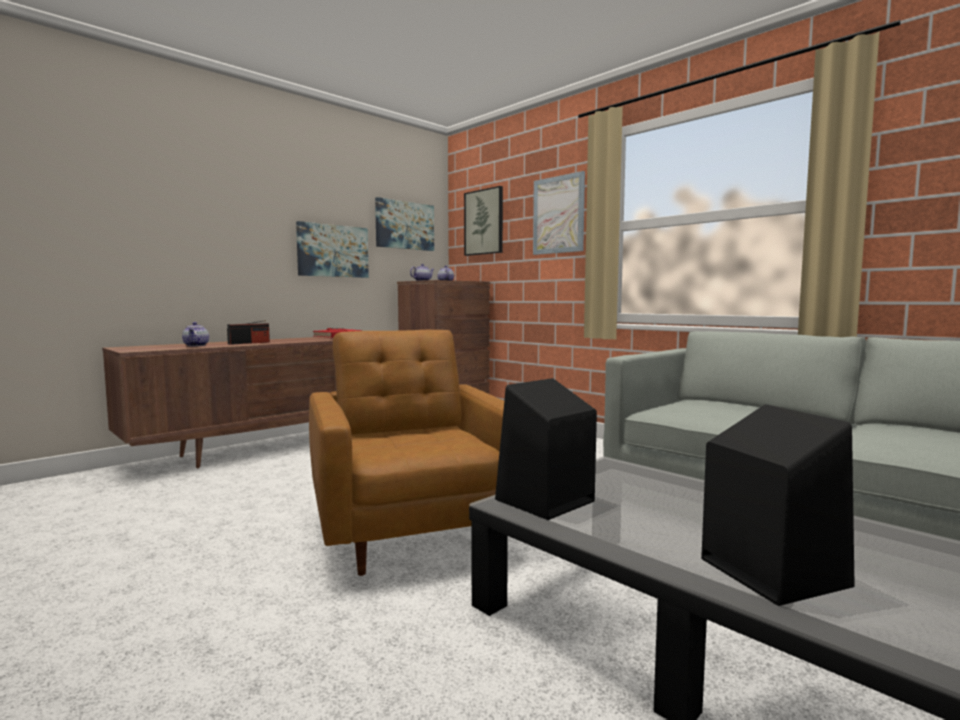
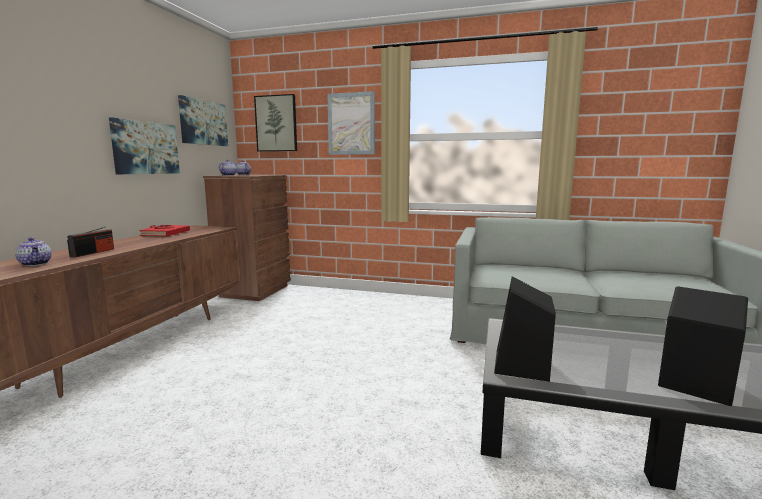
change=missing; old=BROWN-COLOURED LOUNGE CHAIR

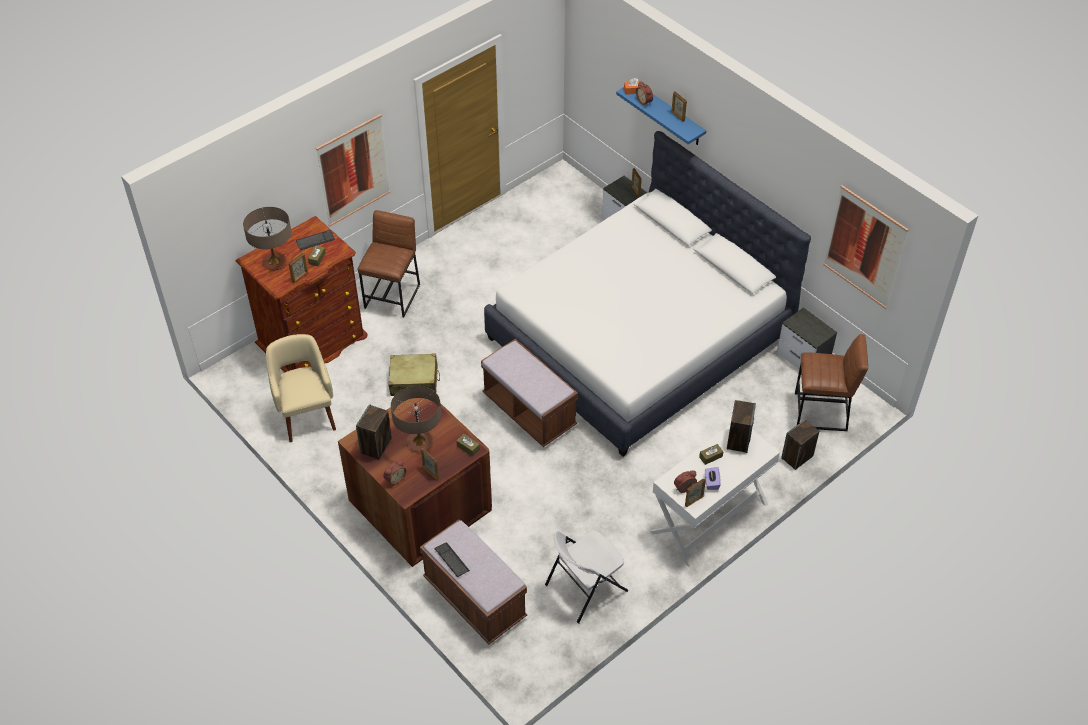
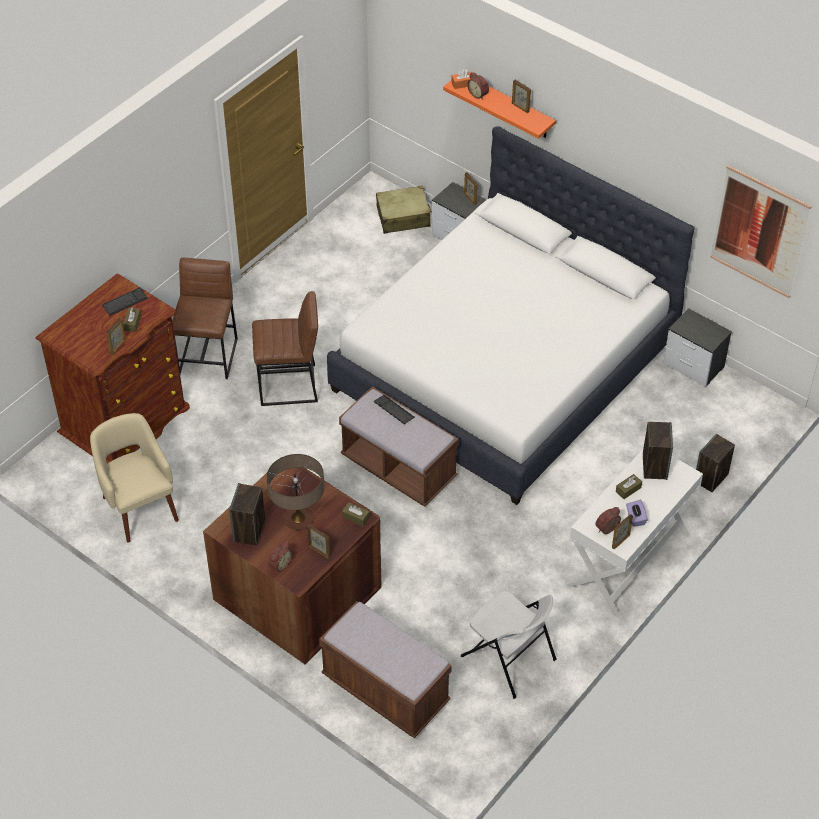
change=relocated; old=BROWN-COLOURED UPRIGHT CHAIR (no. 2 from left)
change=relocated; old=KEYBOARD (no. 2 from left)
change=relocated; old=BEIGE PIECE OF LUGGAGE
change=colour; old=BLUISH BRACKET SHELF; new=ORANGE-COLOURED BRACKET SHELF
change=spun; old=WHITE-COLOURED UPRIGHT CHAIR; degrees=-90
change=missing; old=TABLE LAMP (no. 1 from left)
change=missing; old=PICTURE (no. 1 from left)

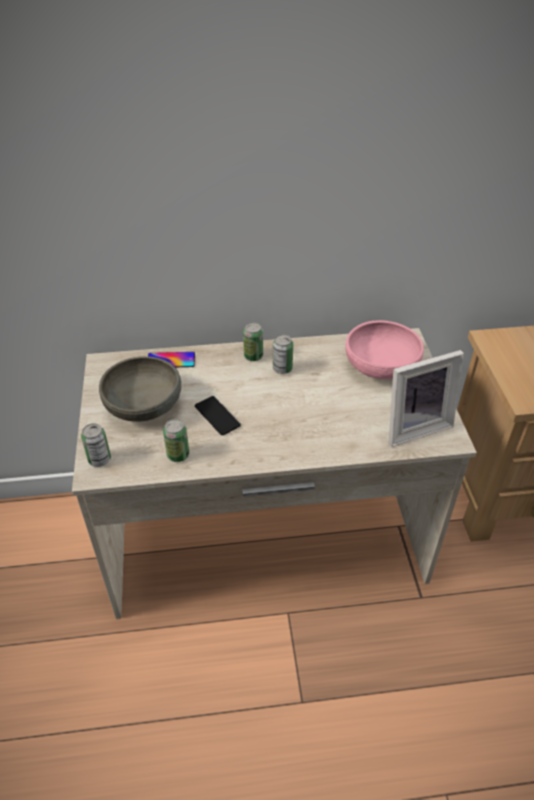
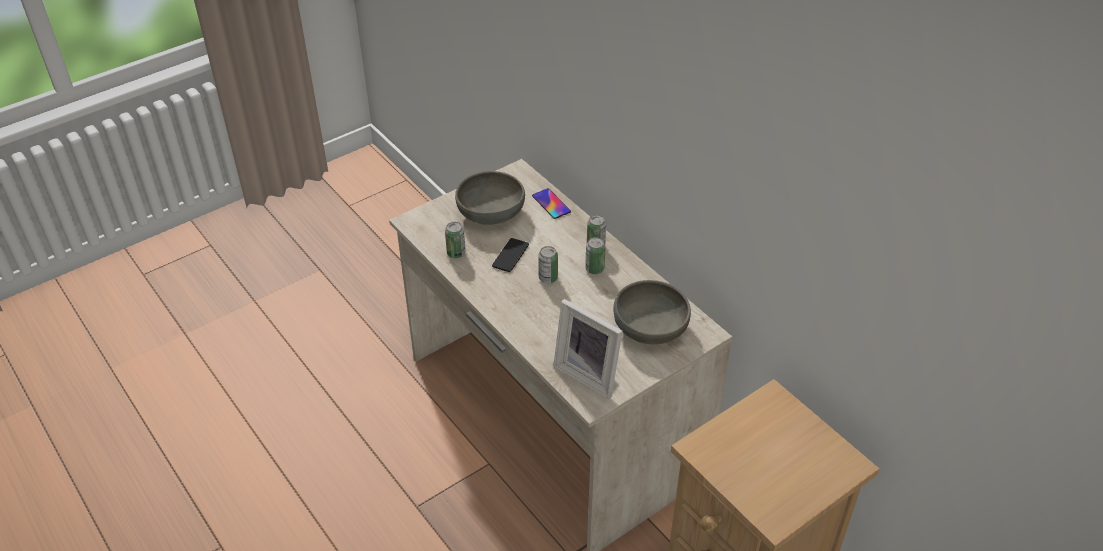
change=relocated; old=METAL CAN (no. 1 from left in the first image); new=METAL CAN (no. 2 from left)
change=colour; old=PINKISH BOWL; new=GRAY BOWL (no. 2 from left)

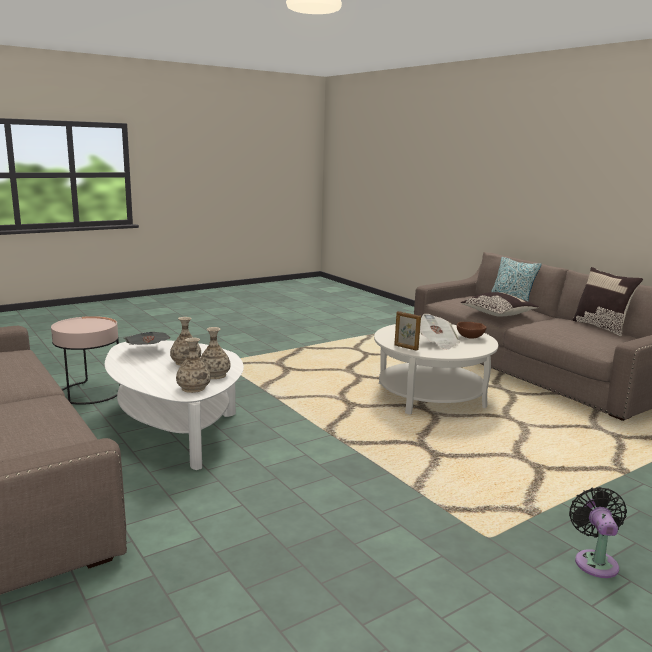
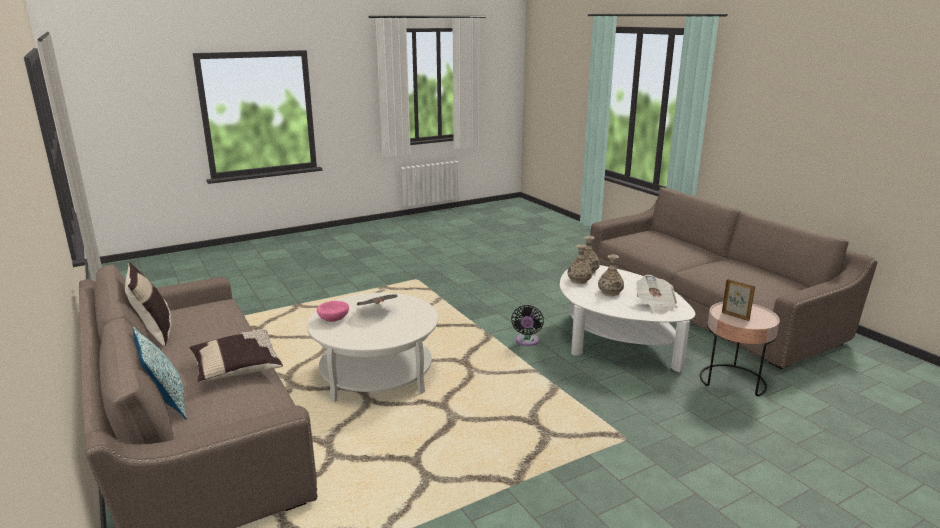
change=colour; old=BROWN-COLOURED BOWL; new=PINKISH BOWL
change=relocated; old=BLACK COOLING FAN
change=relocated; old=PICTURE FRAME

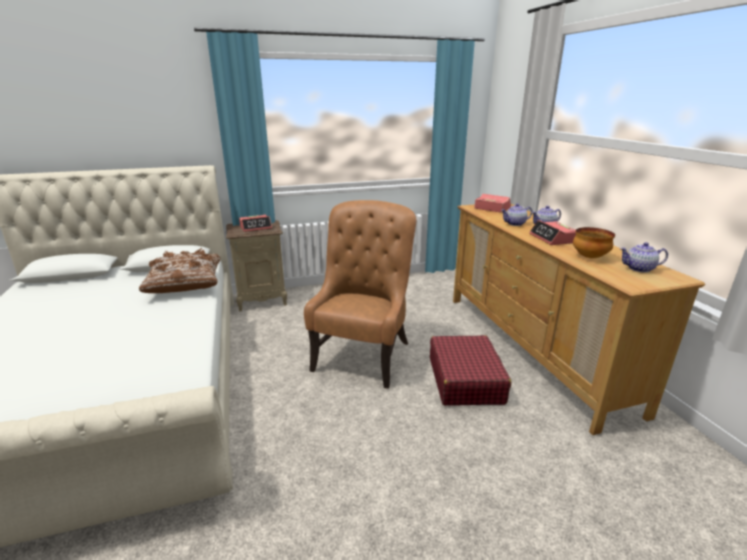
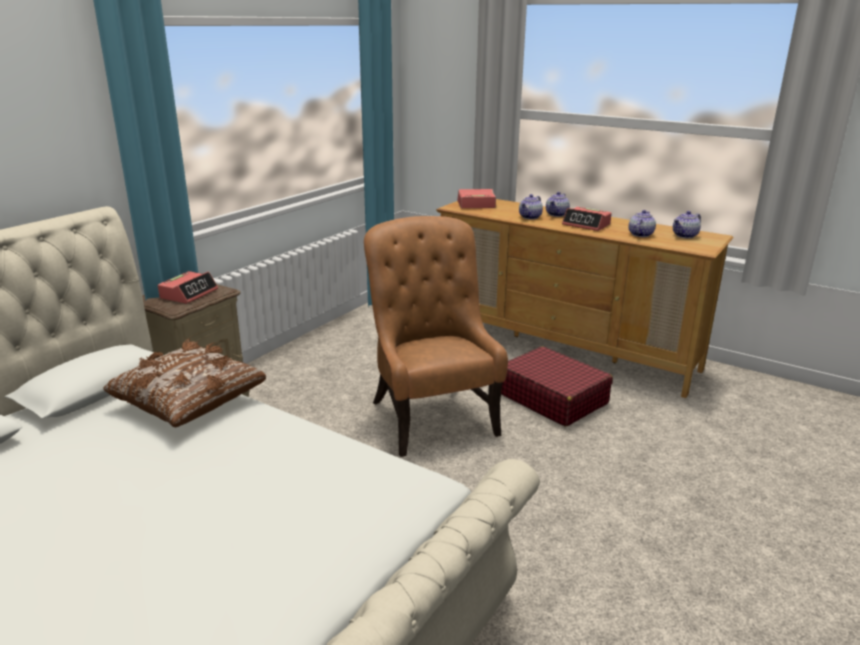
change=exchanged; old=BOWL; new=POT FOR TEA (no. 3 from left)

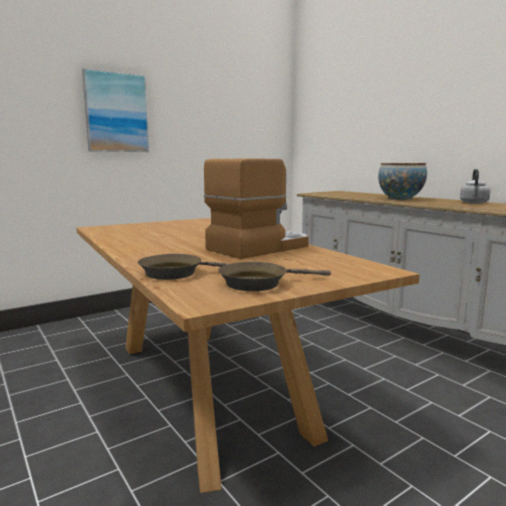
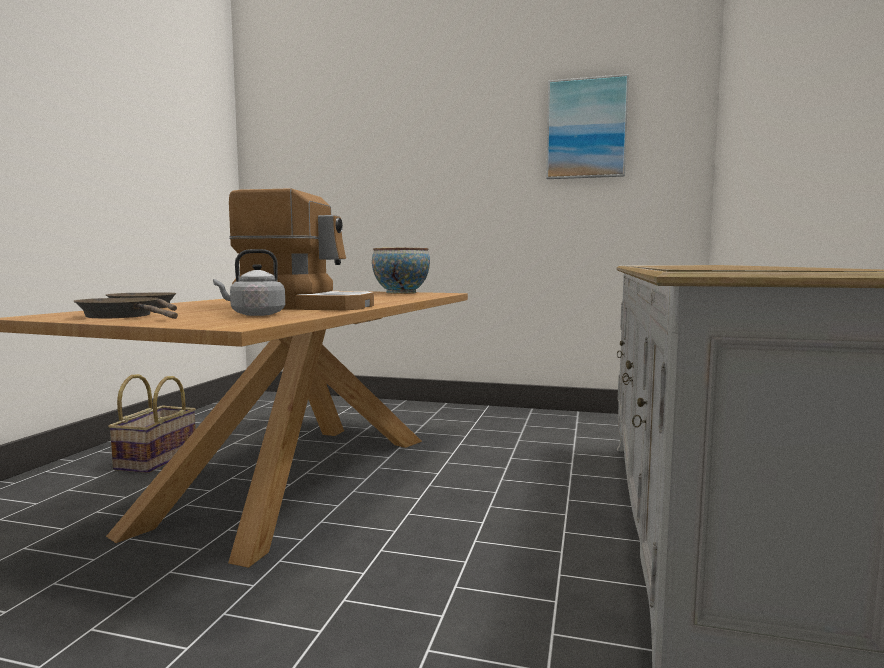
change=appeared; new=BASKET
change=relocated; old=GRAY KETTLE
change=relocated; old=BOWL
change=relocated; old=PICTURE

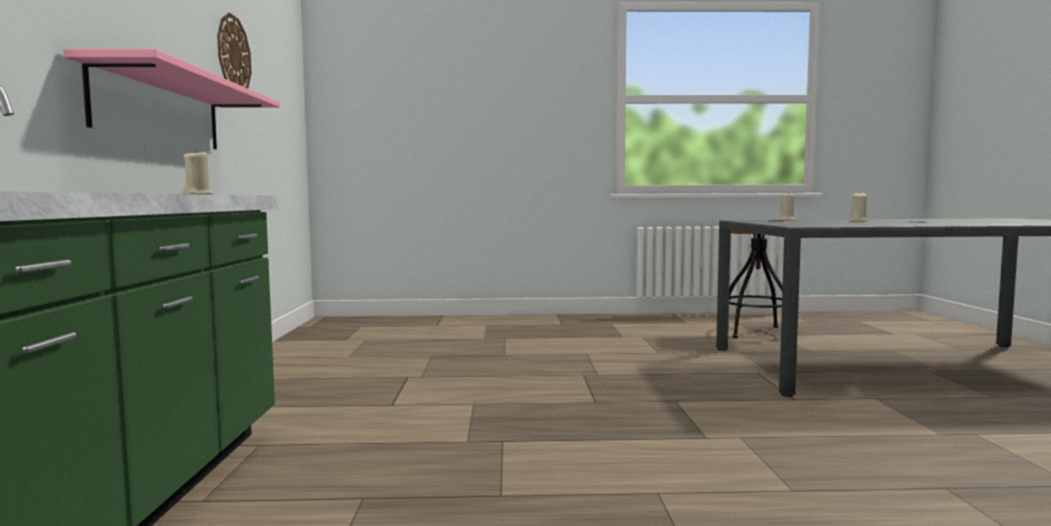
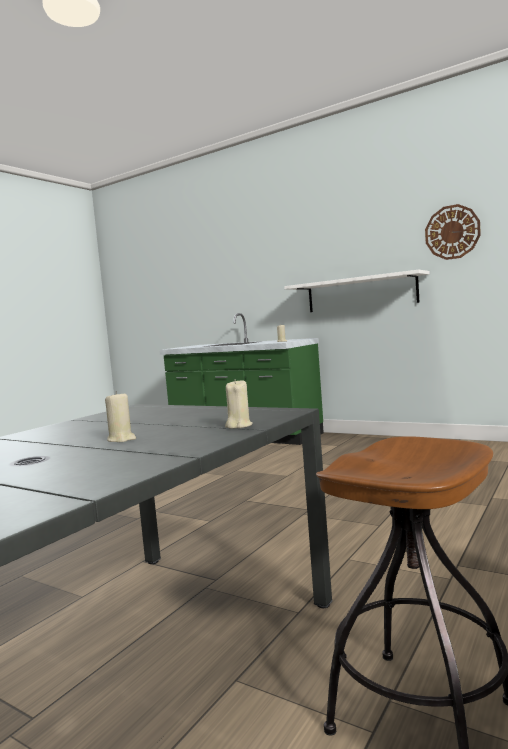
change=colour; old=PINKISH BRACKET SHELF; new=WHITE-COLOURED BRACKET SHELF

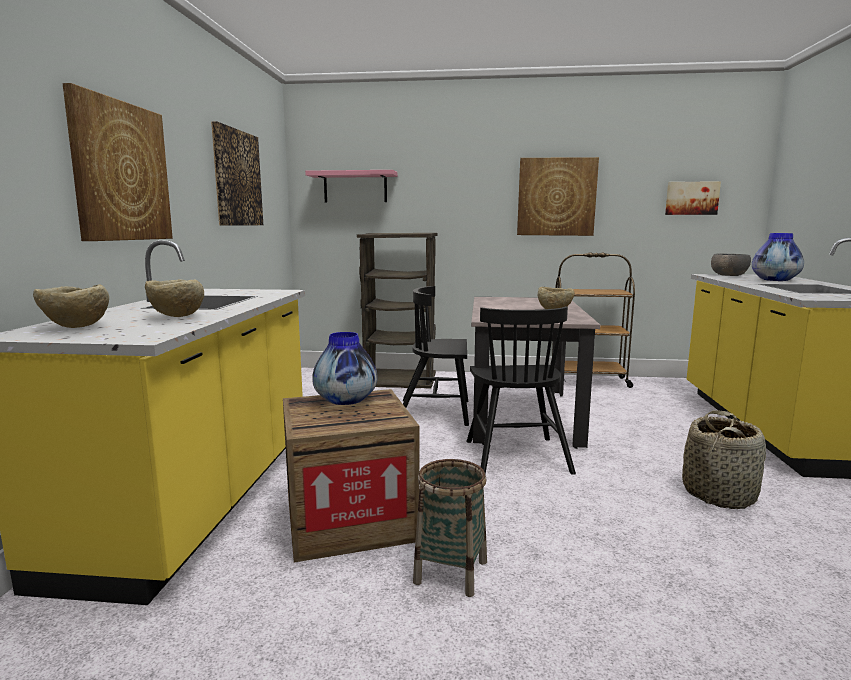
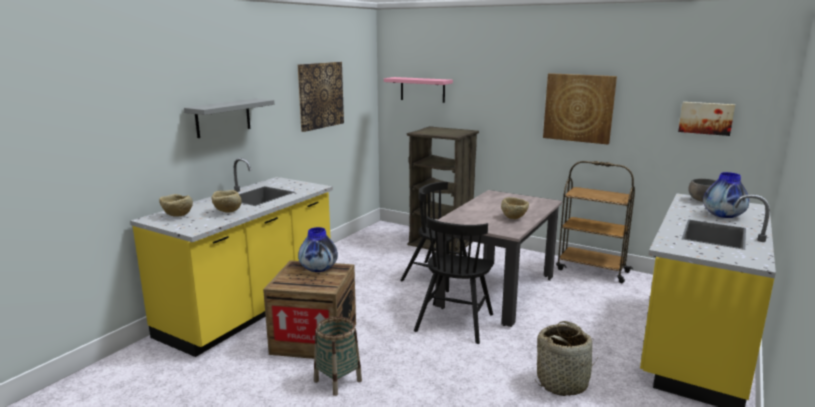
change=exchanged; old=PICTURE (no. 1 from left); new=GRAY BRACKET SHELF

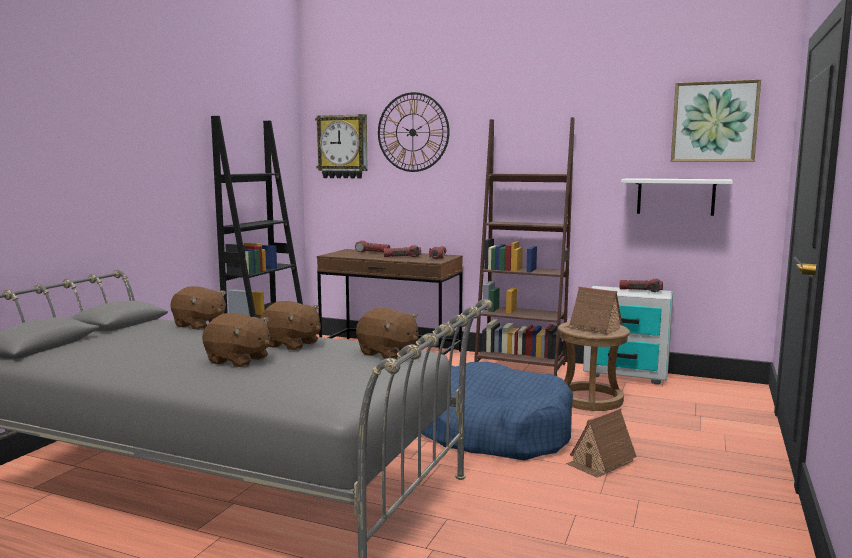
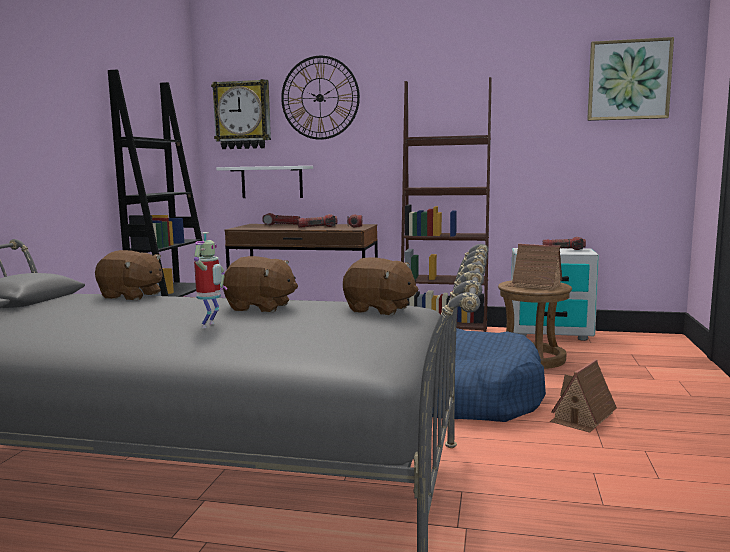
change=exchanged; old=BROWN-COLOURED SOFT TOY (no. 2 from left); new=TOY ROBOT
change=relocated; old=WHITE-COLOURED BRACKET SHELF

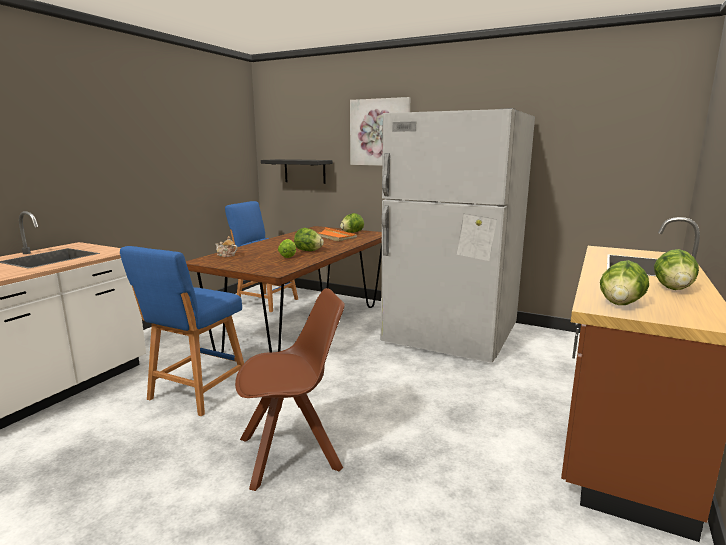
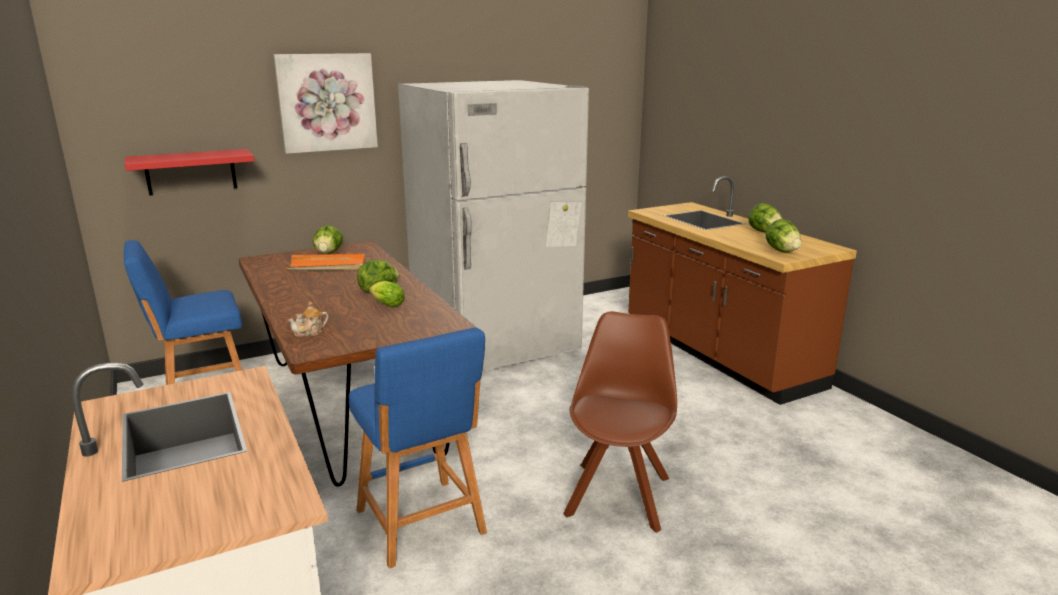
change=colour; old=BLACK BRACKET SHELF; new=RED BRACKET SHELF

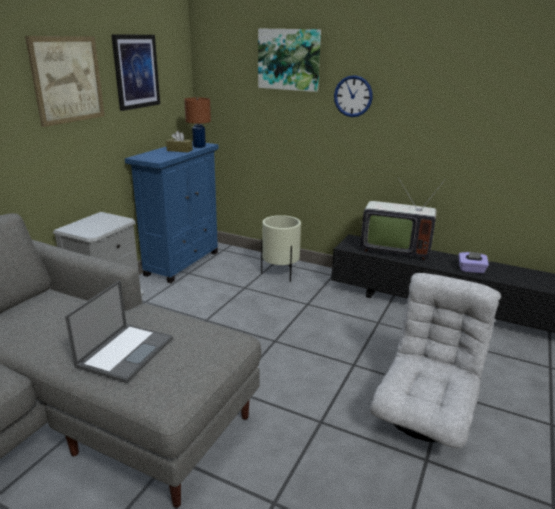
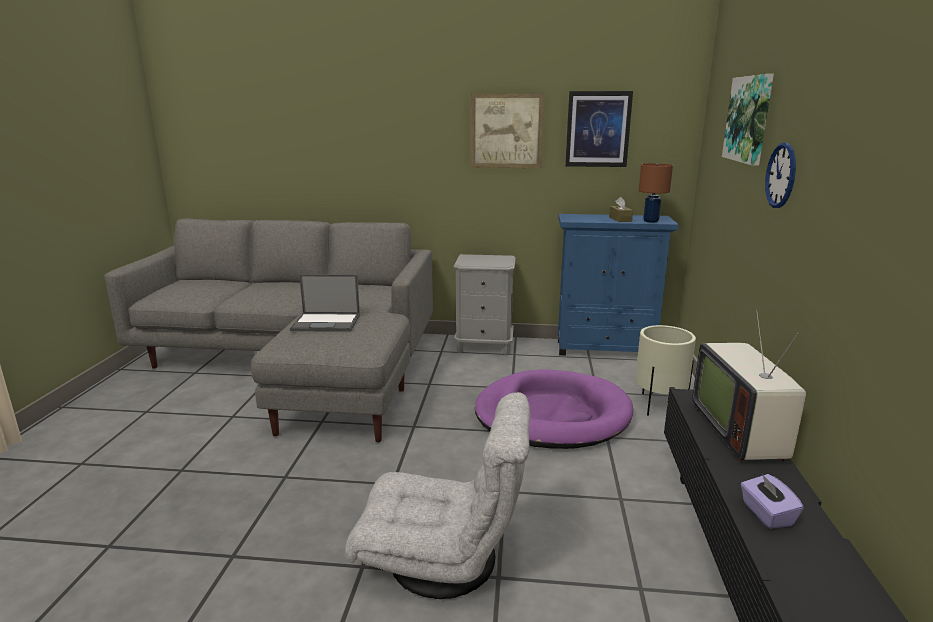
change=appeared; new=PURPLE-COLOURED DOG CUSHION

